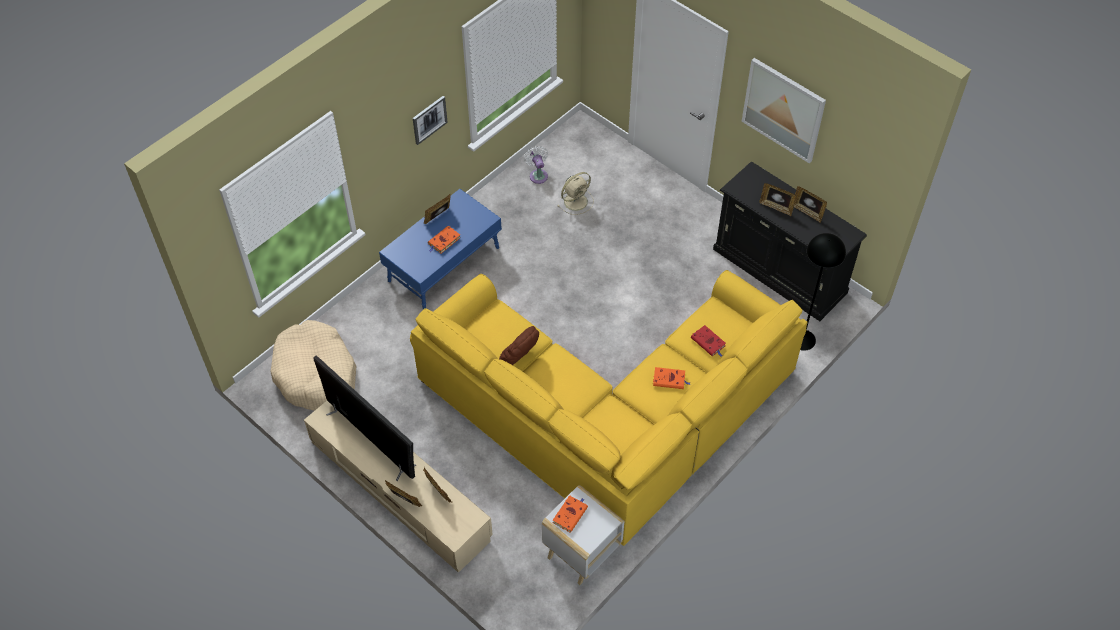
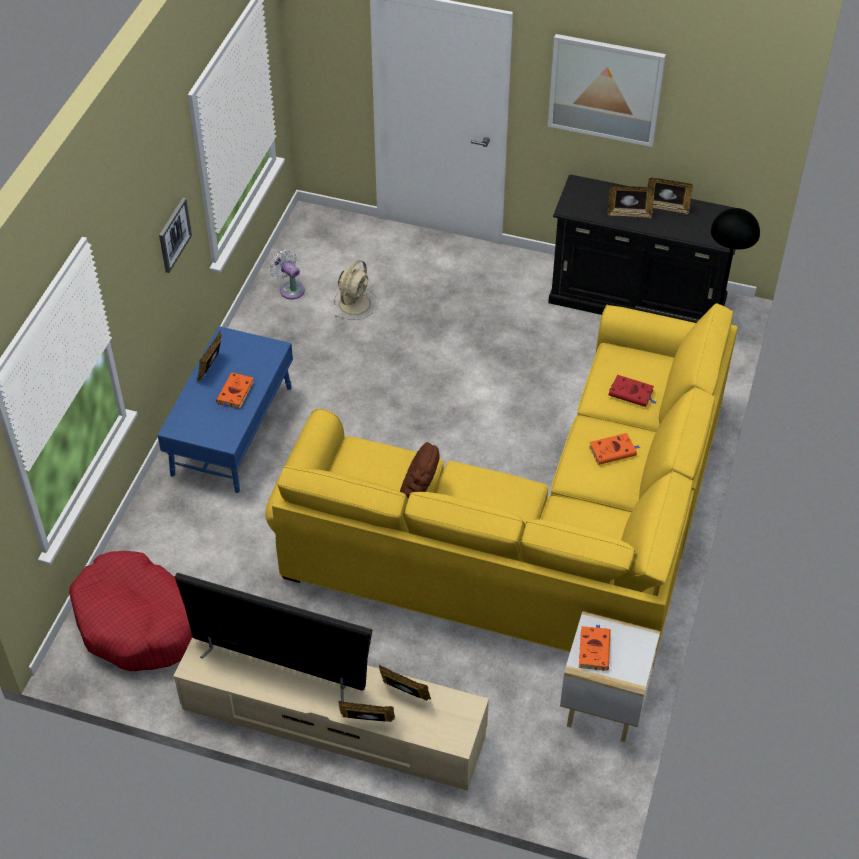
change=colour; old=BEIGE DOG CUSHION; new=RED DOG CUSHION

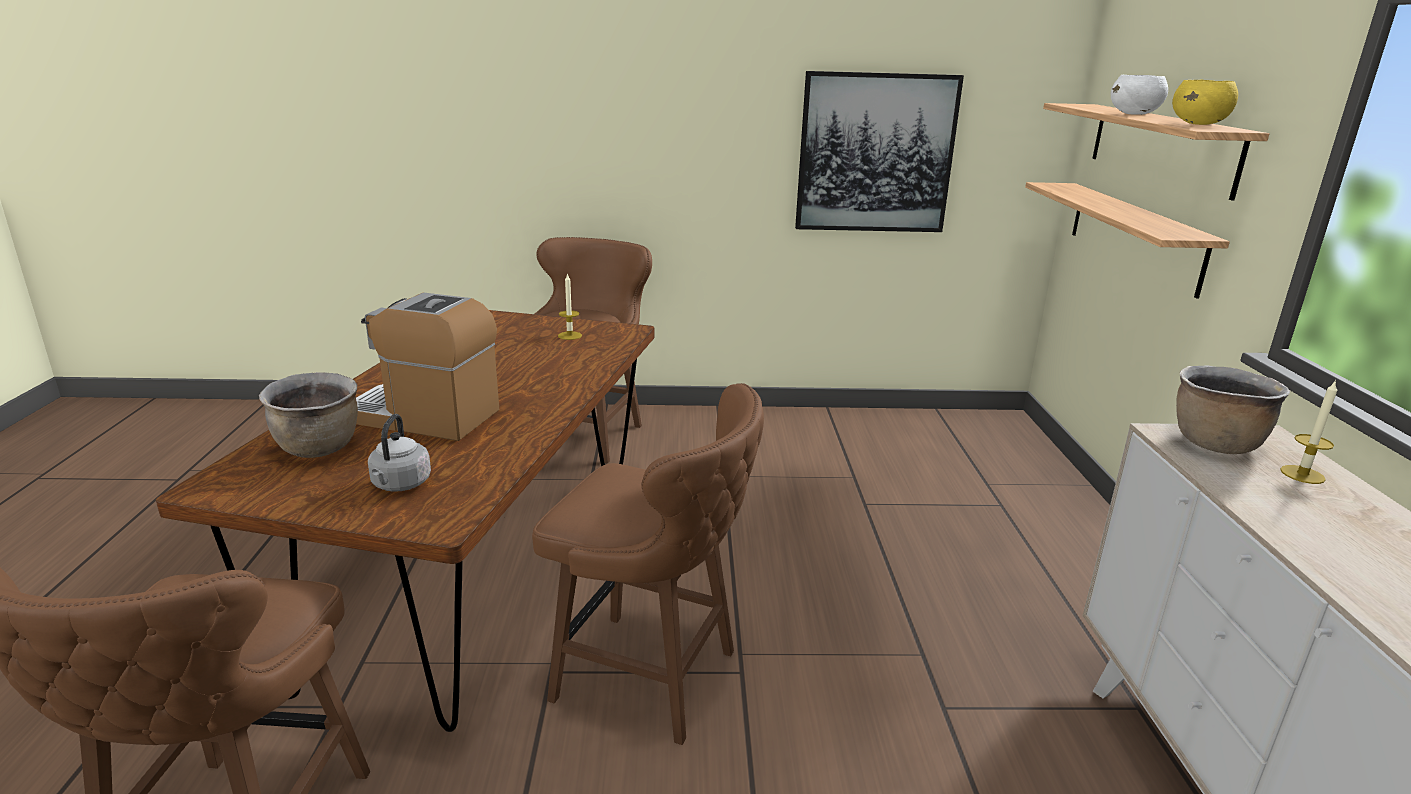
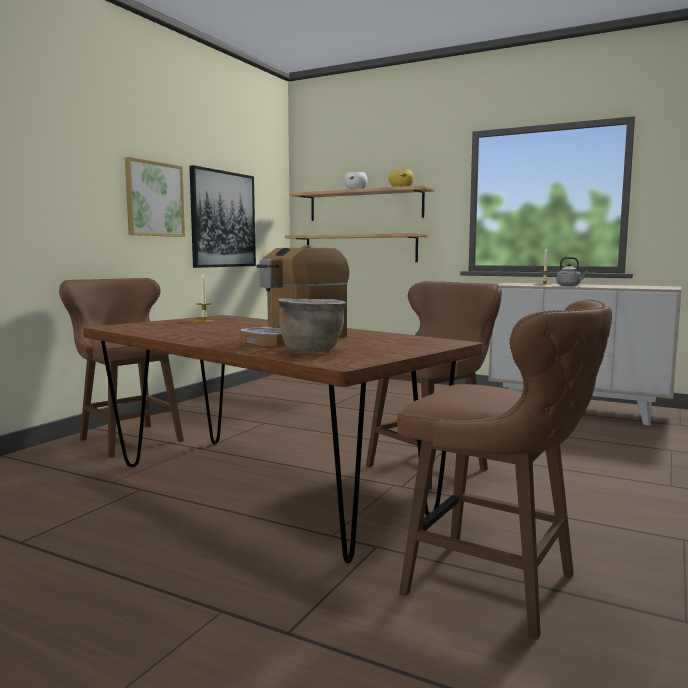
change=appeared; new=PICTURE (no. 1 from left)
change=relocated; old=GRAY KETTLE
change=missing; old=BROWN-COLOURED COOKING POT (no. 2 from left)

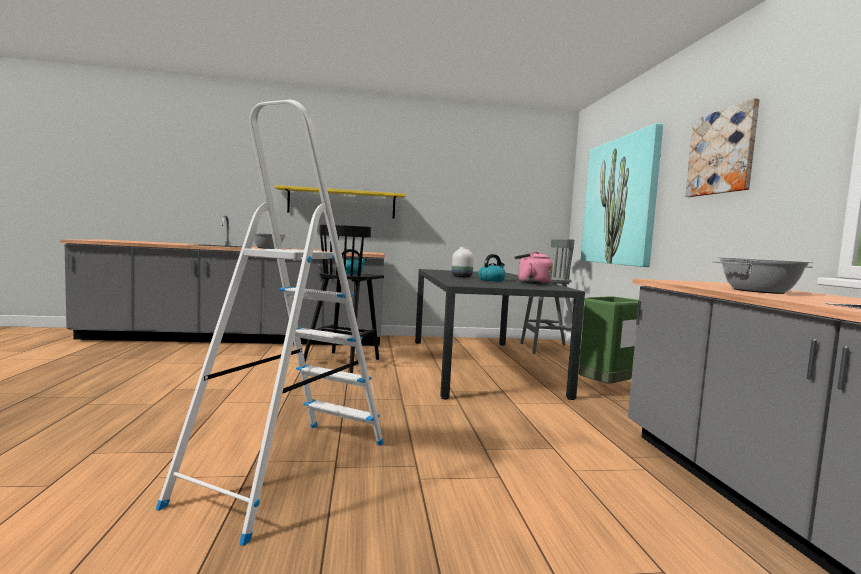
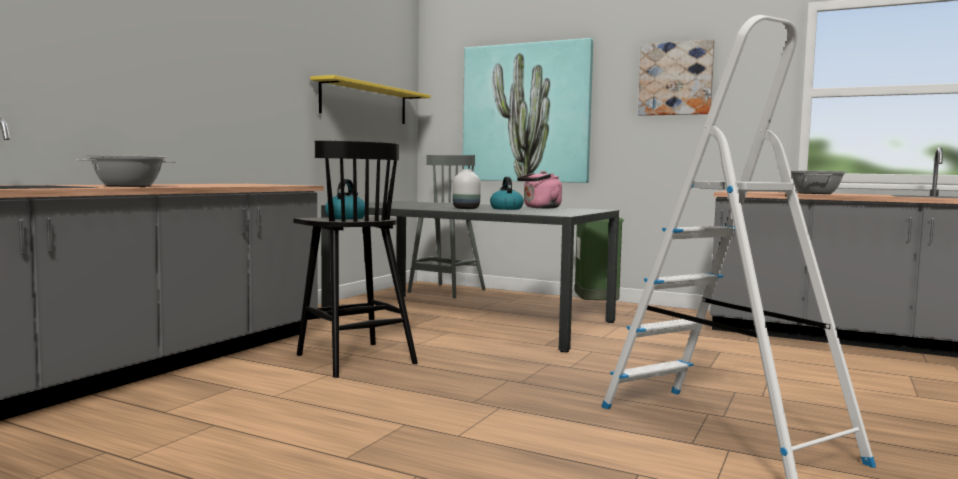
change=relocated; old=YELLOW BRACKET SHELF

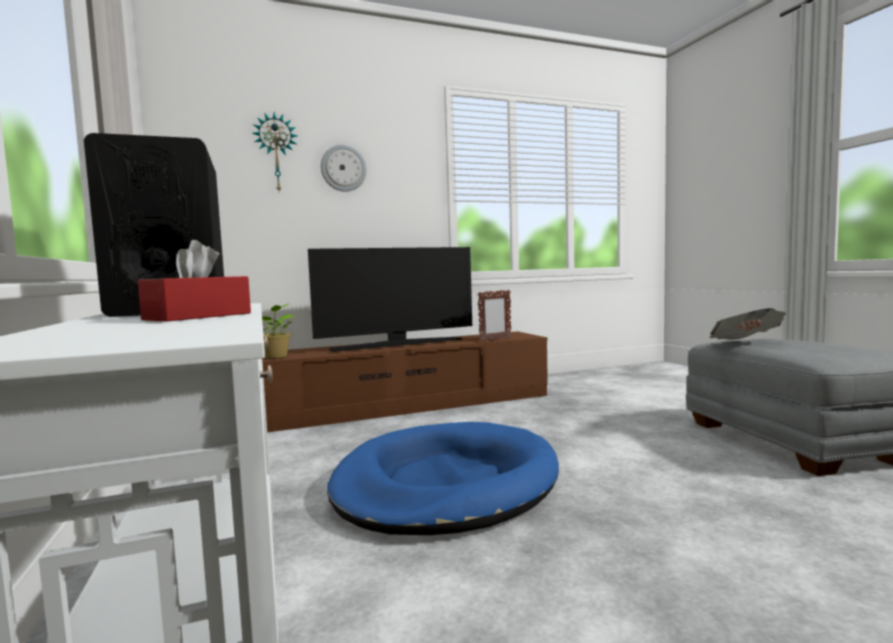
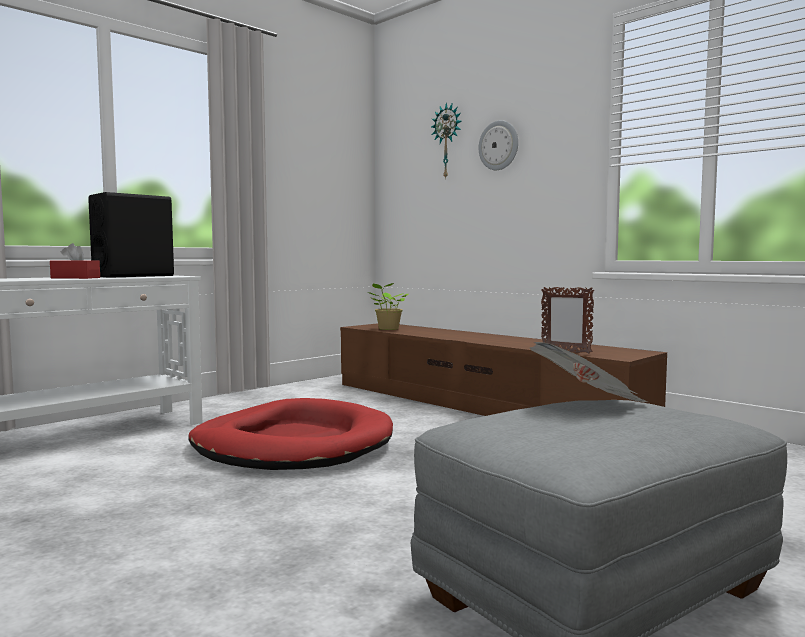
change=colour; old=BLUISH DOG CUSHION; new=RED DOG CUSHION
change=missing; old=TV

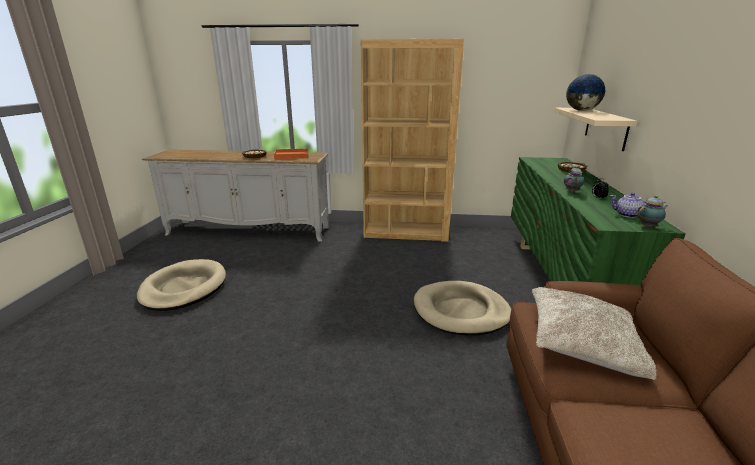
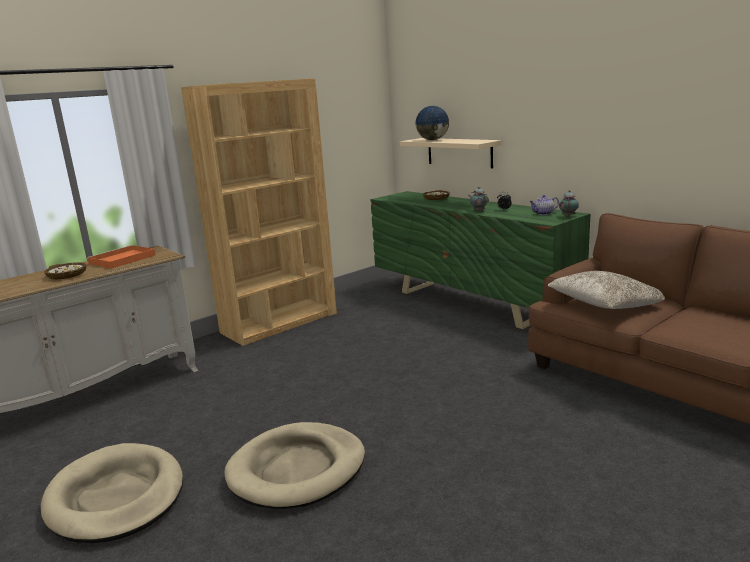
change=relocated; old=BEIGE DOG CUSHION (no. 2 from left)

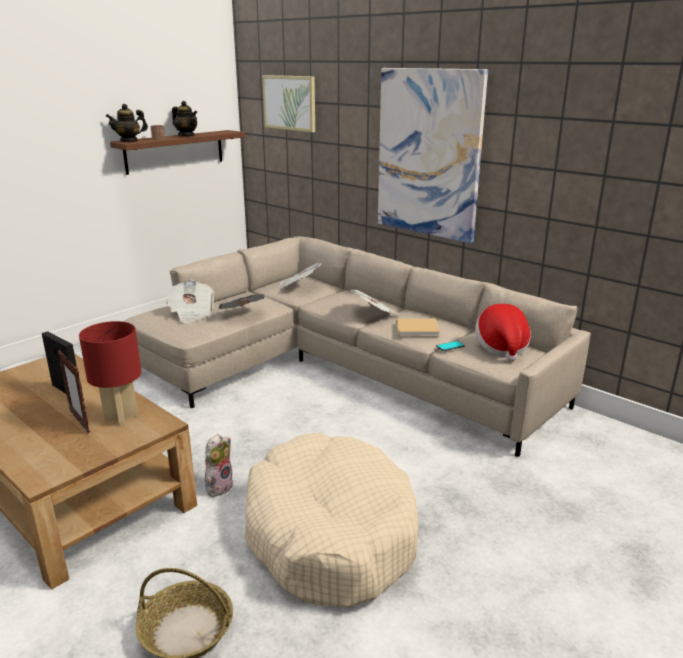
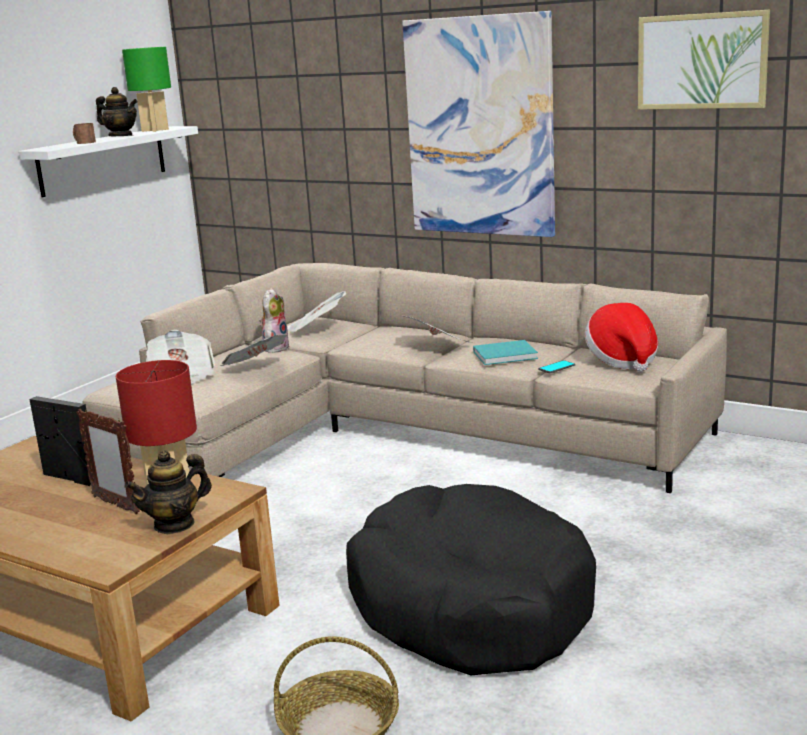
change=colour; old=BROWN-COLOURED BRACKET SHELF; new=WHITE-COLOURED BRACKET SHELF
change=appeared; new=GREEN-COLOURED TABLE LAMP
change=relocated; old=POT FOR TEA (no. 1 from left in the first image); new=POT FOR TEA (no. 2 from left)
change=relocated; old=SOFT TOY
change=colour; old=BEIGE DOG CUSHION; new=BLACK DOG CUSHION
change=colour; old=BEIGE BOOK; new=TURQUOISE BOOK
change=relocated; old=PICTURE (no. 1 from left in the first image); new=PICTURE (no. 2 from left)

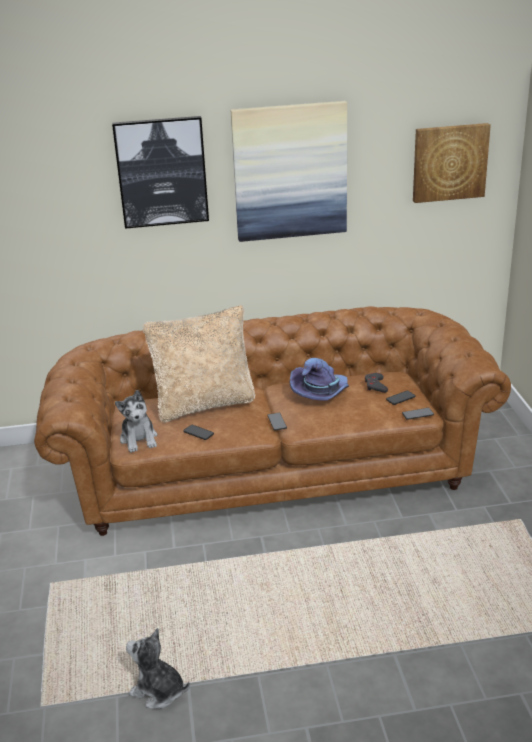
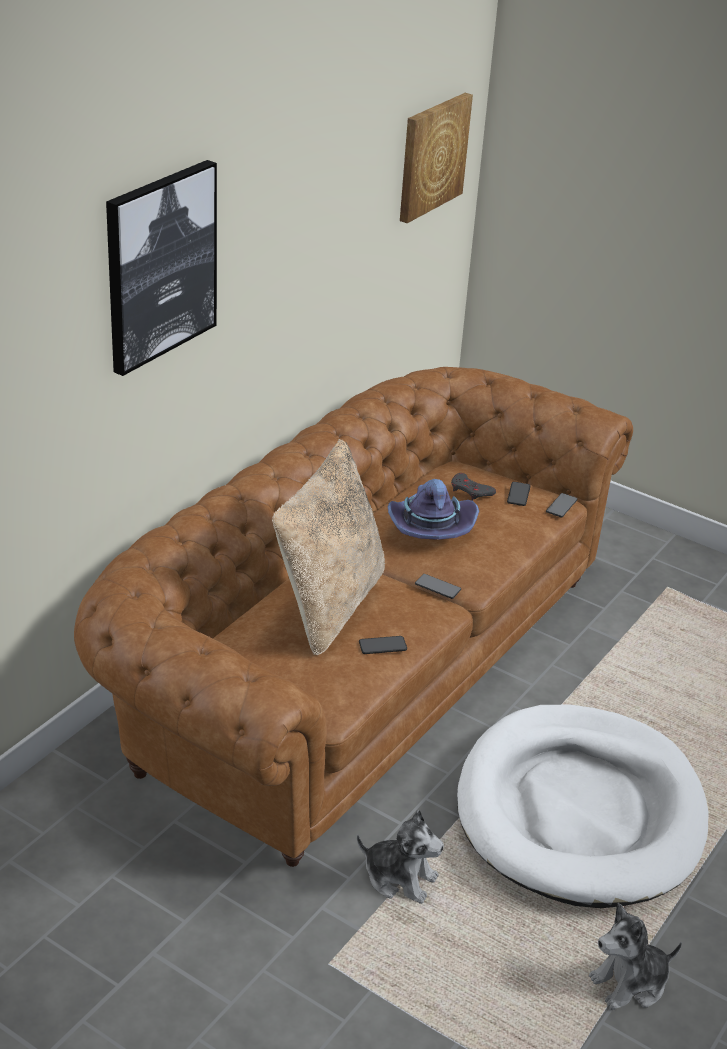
change=relocated; old=SOFT TOY (no. 1 from left)
change=appeared; new=WHITE-COLOURED DOG CUSHION
change=missing; old=PICTURE (no. 2 from left)

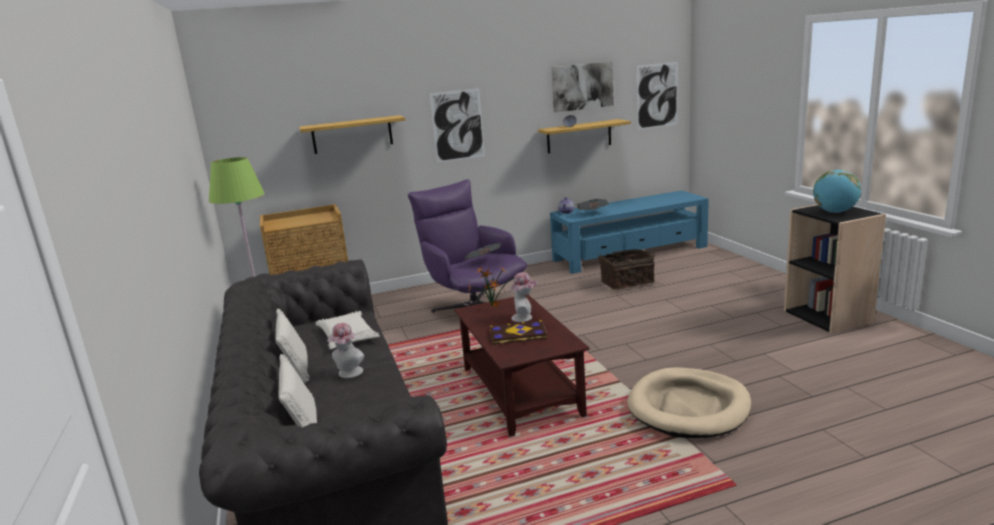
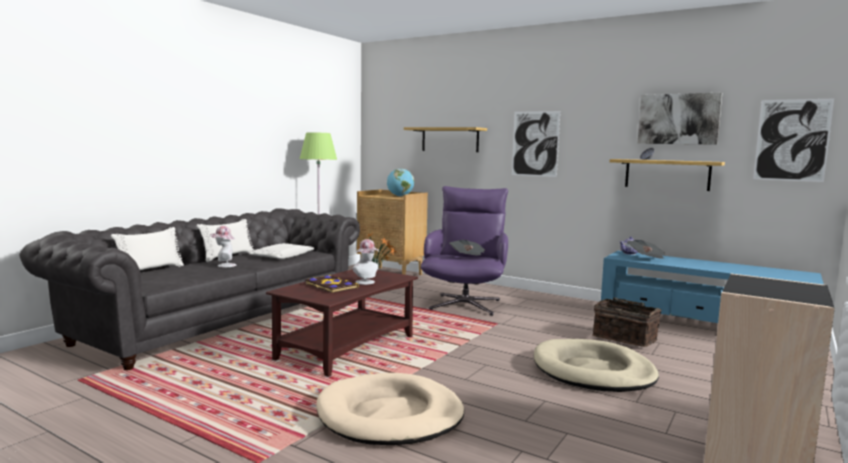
change=relocated; old=GLOBE
change=appeared; new=BEIGE DOG CUSHION (no. 2 from left)

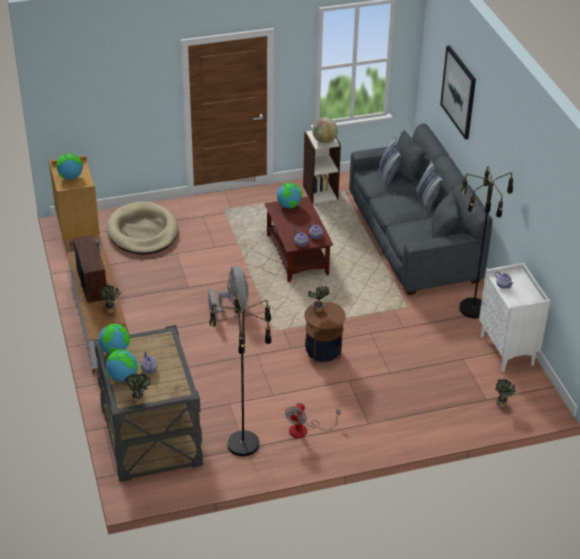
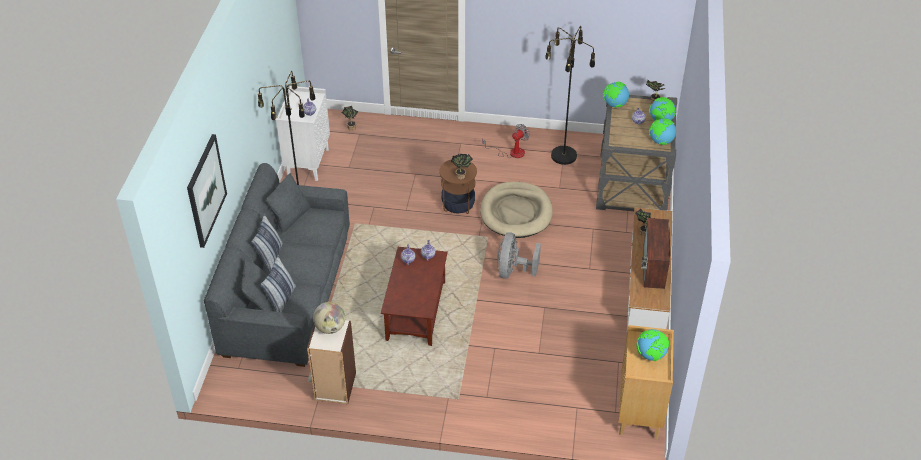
change=relocated; old=BEIGE DOG CUSHION
change=relocated; old=GLOBE (no. 4 from left in the first image); new=GLOBE (no. 2 from left)

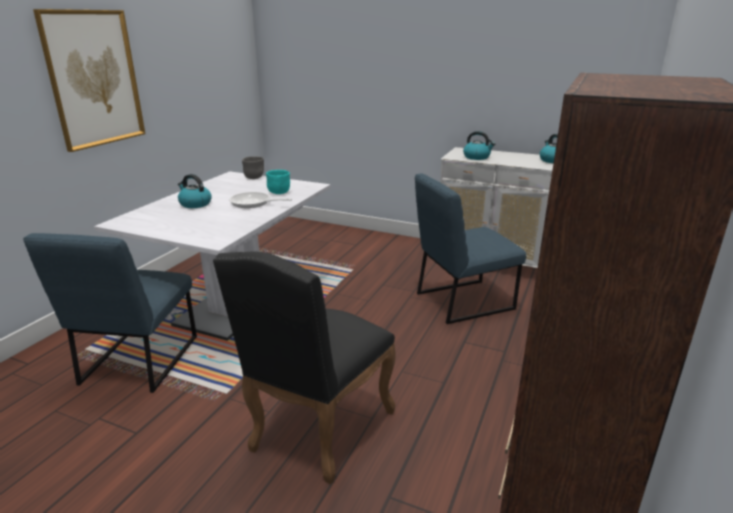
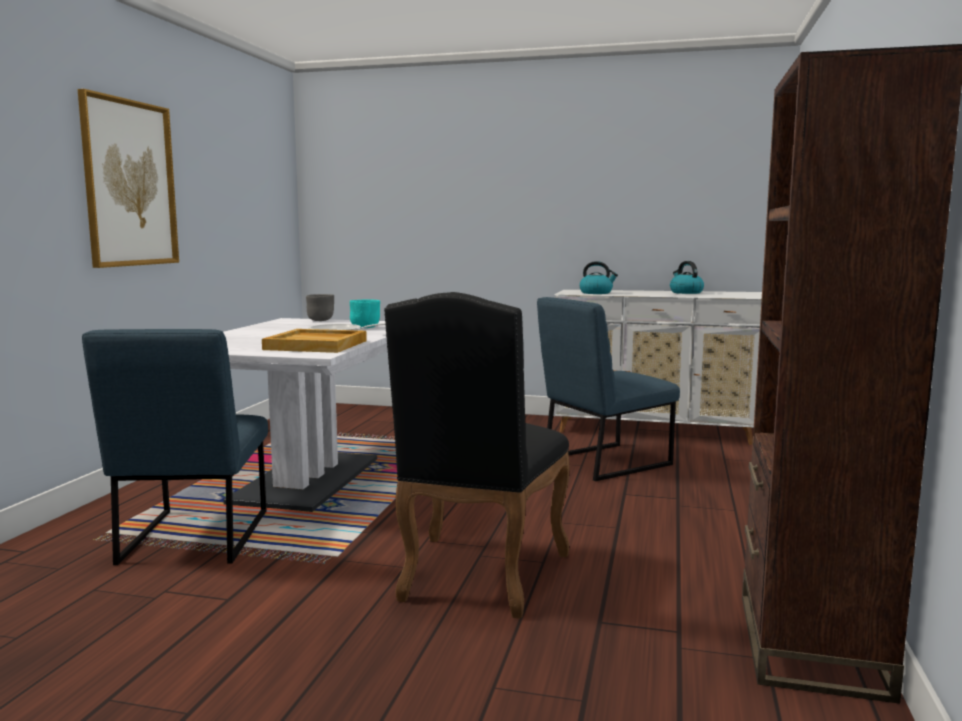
change=appeared; new=BEIGE TRAY
change=missing; old=KETTLE (no. 1 from left)

